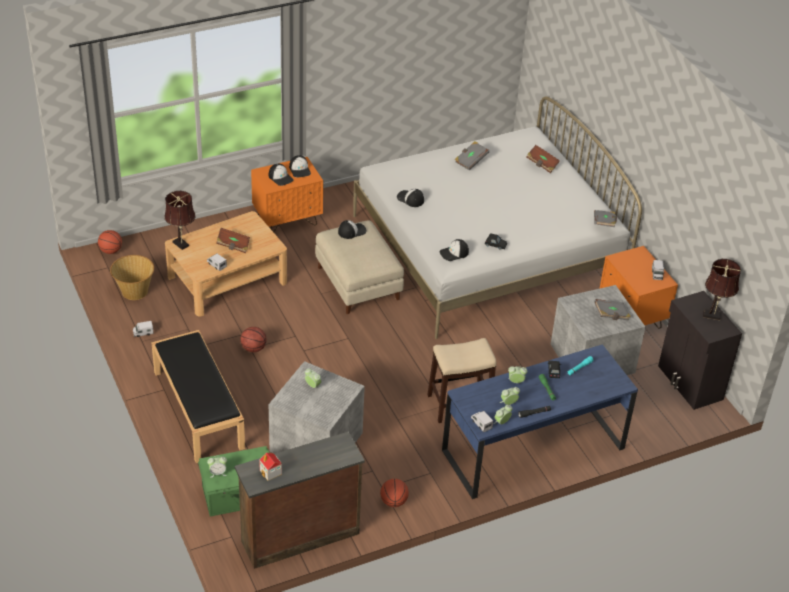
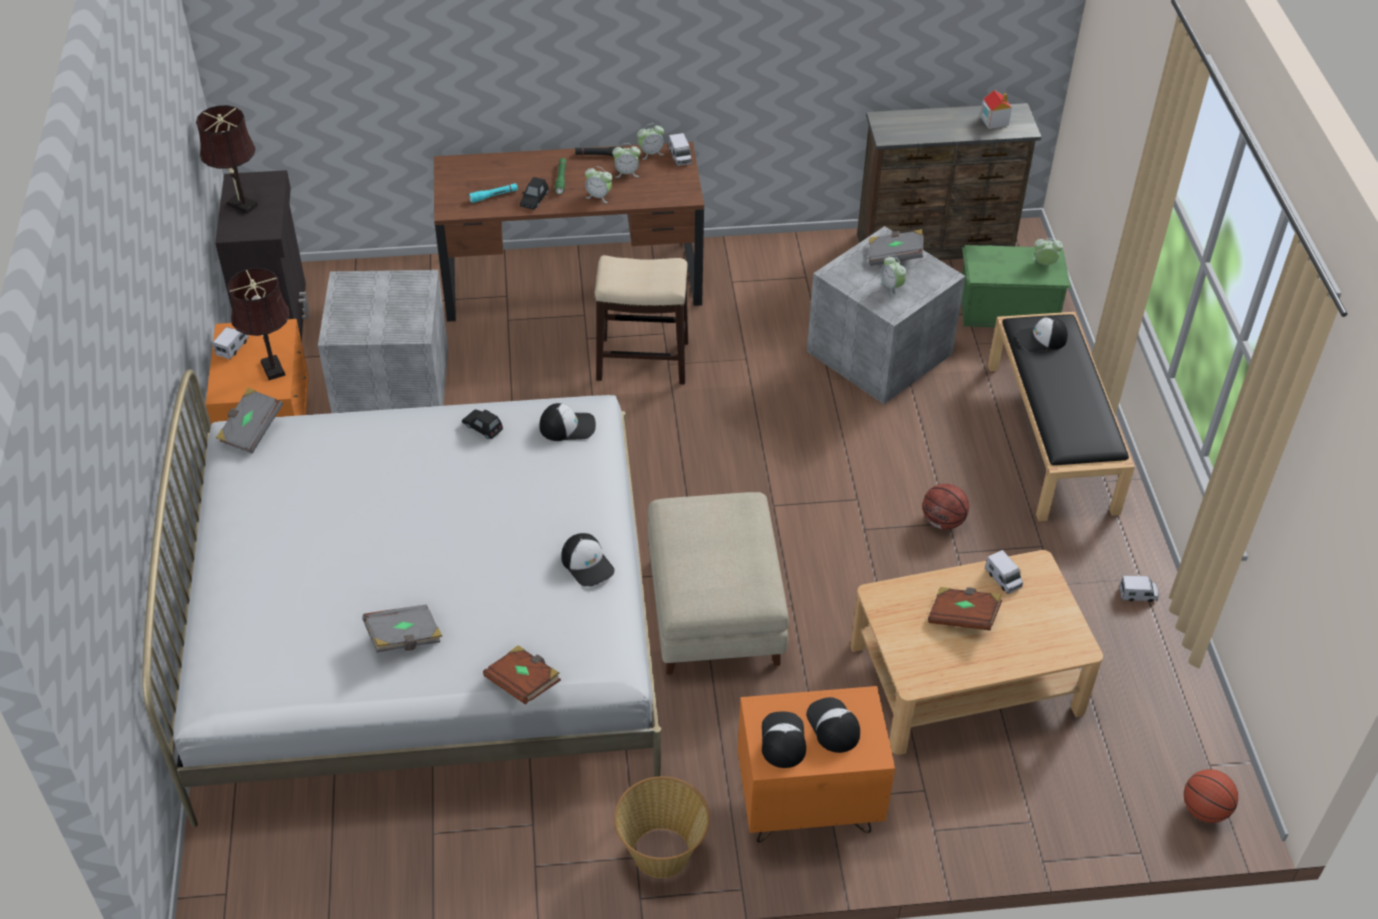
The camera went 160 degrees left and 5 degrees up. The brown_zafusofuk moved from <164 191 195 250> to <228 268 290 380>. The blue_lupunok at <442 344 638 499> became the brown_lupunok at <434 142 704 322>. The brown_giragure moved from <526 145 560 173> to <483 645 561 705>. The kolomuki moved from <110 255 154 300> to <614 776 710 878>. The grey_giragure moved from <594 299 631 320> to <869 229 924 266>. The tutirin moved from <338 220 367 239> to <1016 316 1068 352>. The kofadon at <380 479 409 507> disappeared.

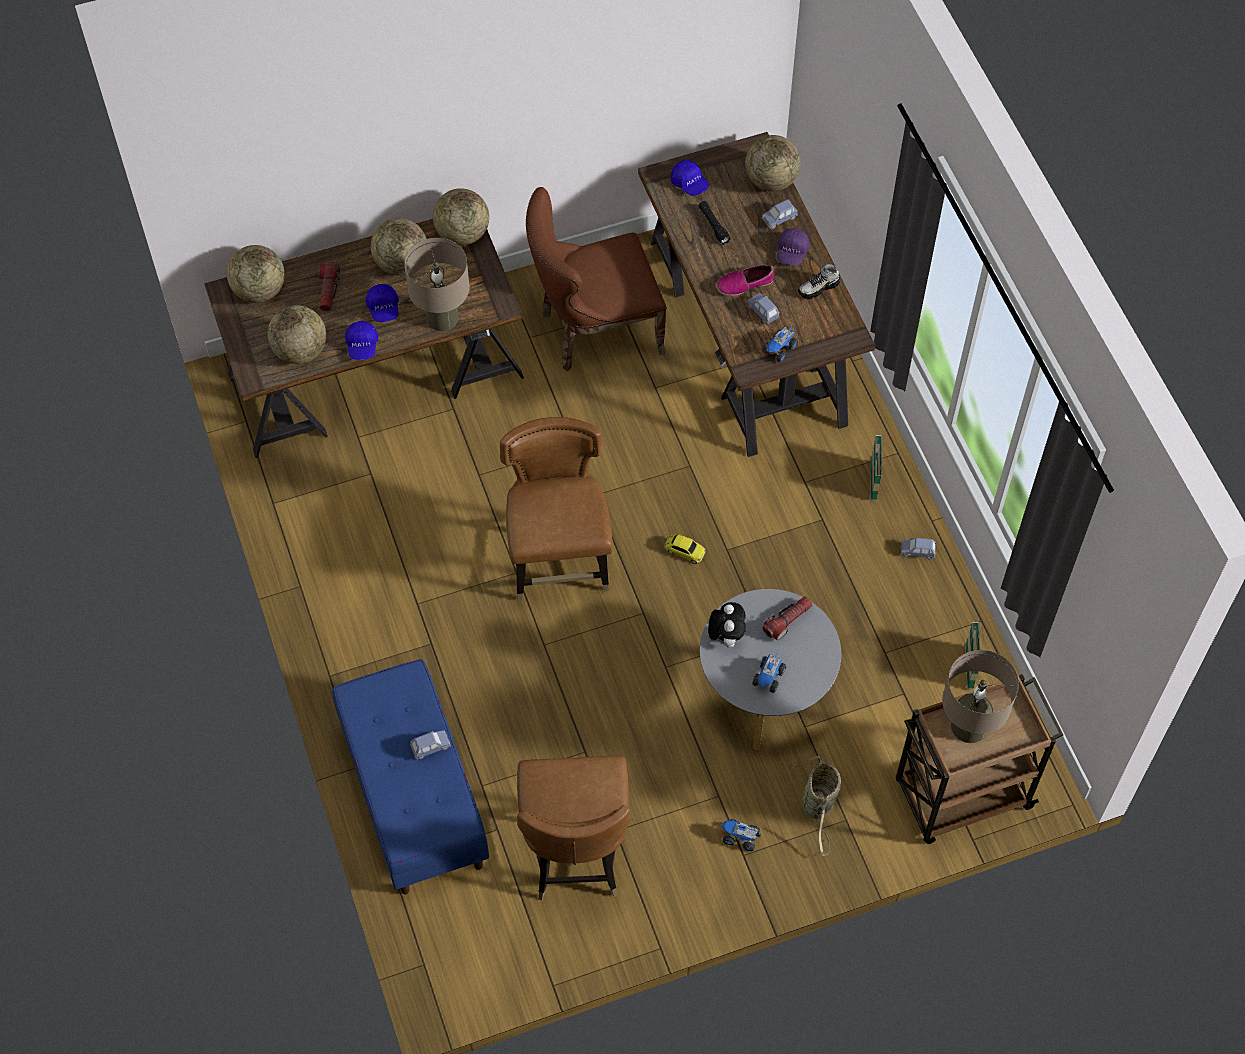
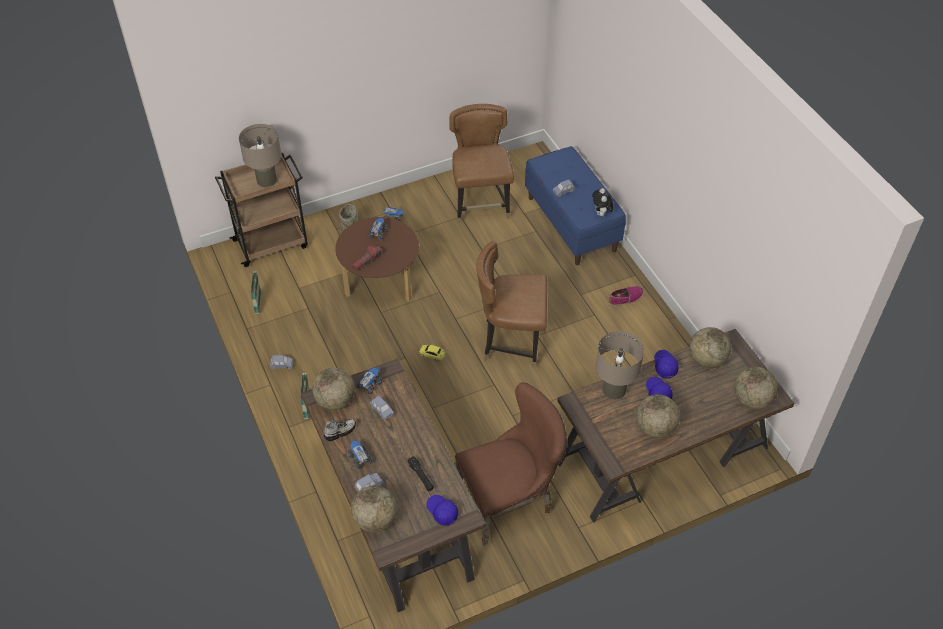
The camera went 175 degrees right and 10 degrees down. The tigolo moved from <433 188 489 246> to <312 368 355 410>. The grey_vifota at <700 589 841 750> became the brown_vifota at <335 217 419 301>. The purple_tutirin at <777 228 810 265> was replaced by the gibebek at <347 440 372 469>. The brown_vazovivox at <500 417 613 601> turned 105 degrees clockwise. The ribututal moved from <708 602 746 648> to <592 188 613 216>. The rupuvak moved from <716 265 774 296> to <609 286 643 306>. The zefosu at <319 261 340 311> disappeared.

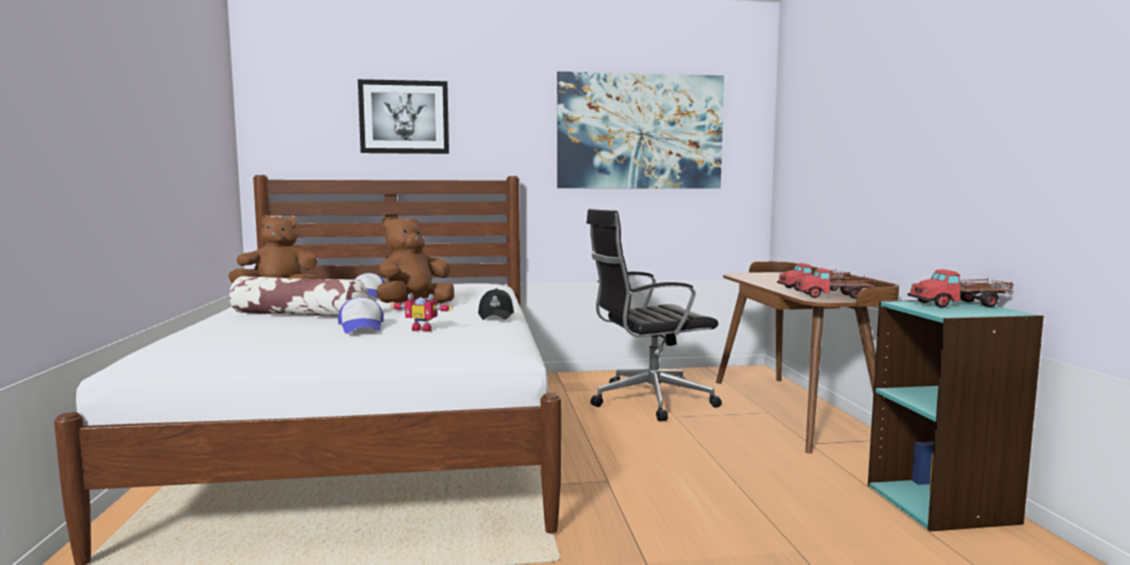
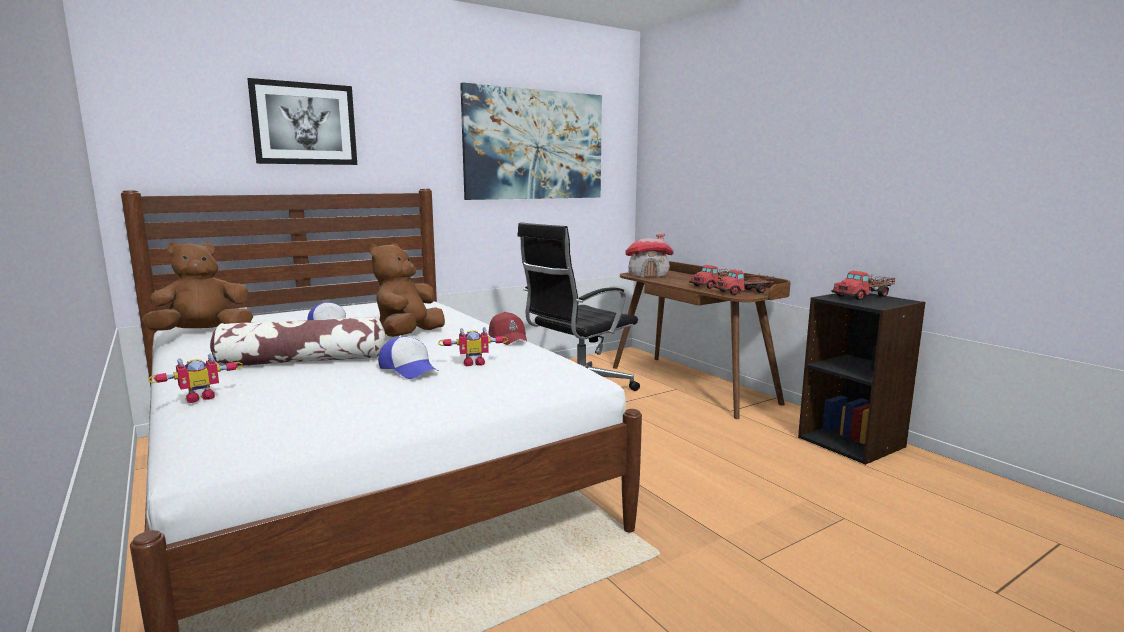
The camera went 25 degrees left and 5 degrees up. The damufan at <148 353 243 403> appeared. The black_tutirin at <478 289 514 320> became the red_tutirin at <488 312 527 345>. The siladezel at <626 234 673 277> appeared. The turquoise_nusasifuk at <868 299 1044 532> became the black_nusasifuk at <798 293 926 465>.

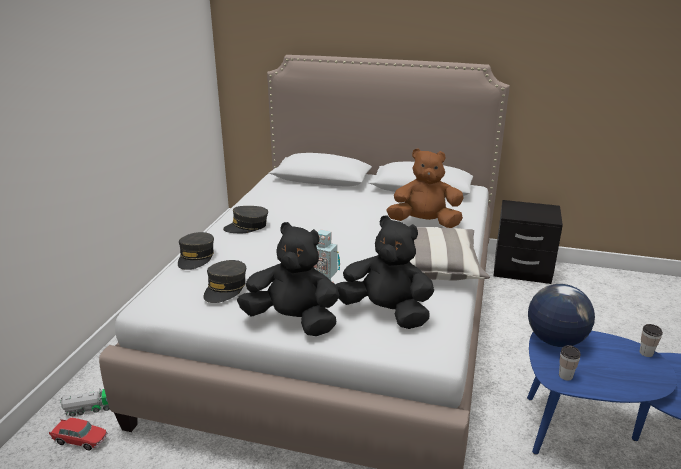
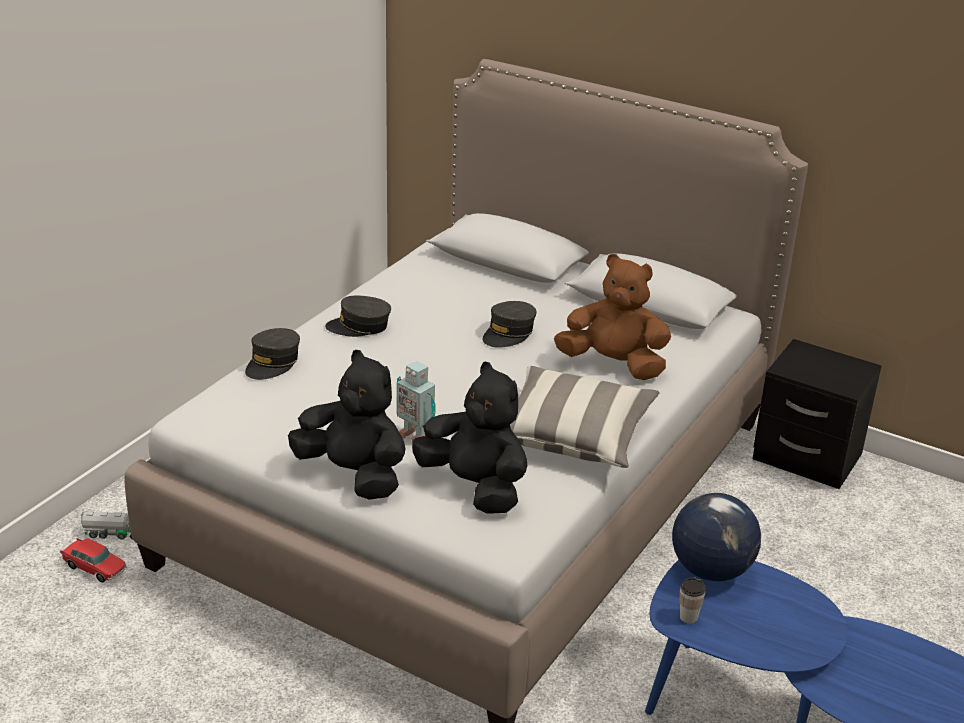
The camera went 15 degrees right and 5 degrees up. The grey_tutirin moved from <204 260 246 303> to <483 301 536 348>. The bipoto at <639 324 663 357> disappeared.

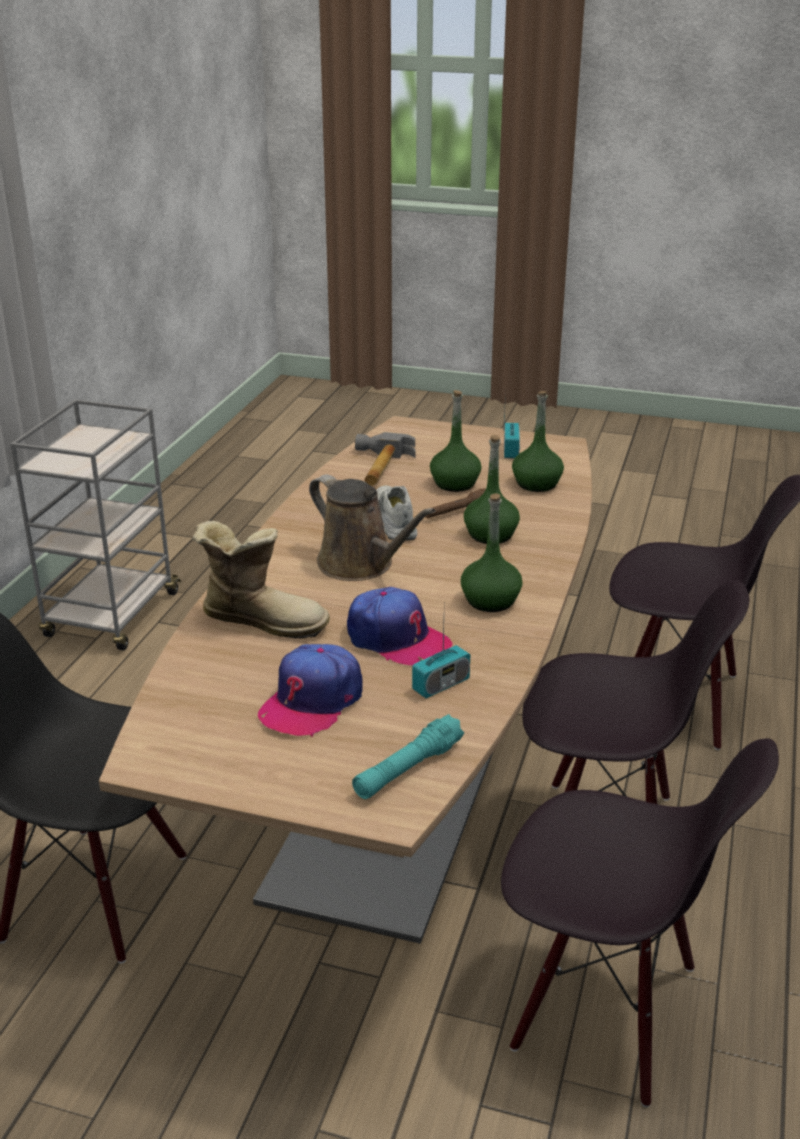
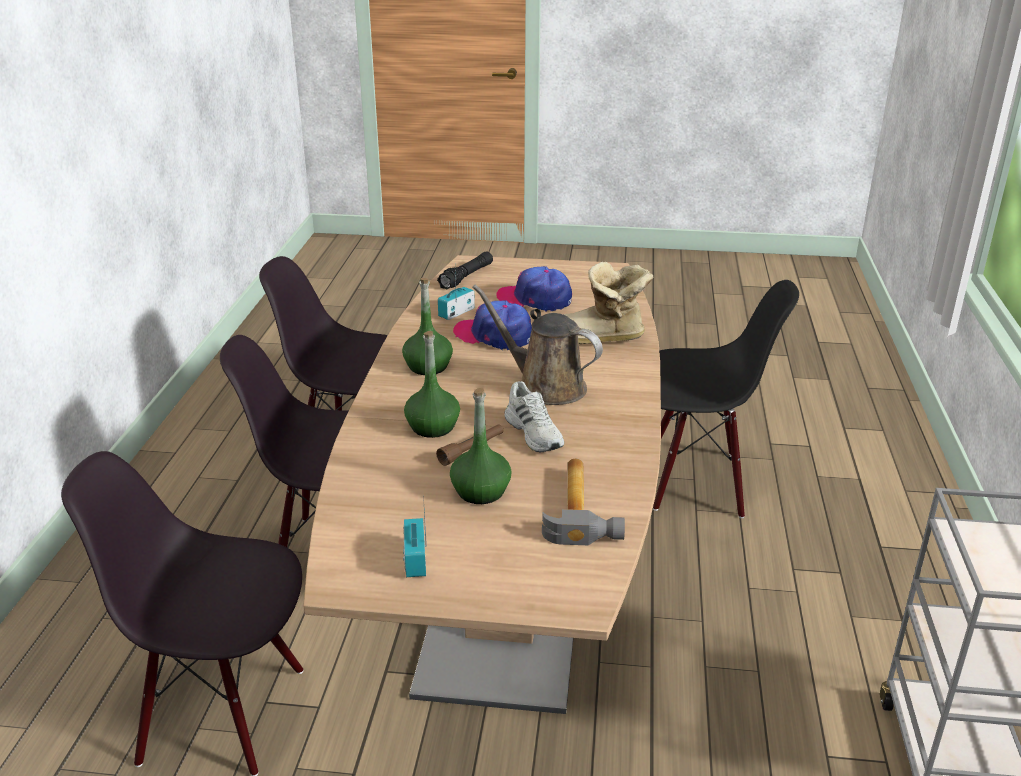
The camera went 170 degrees right and 0 degrees up. The turquoise_zefosu at <352 714 464 799> became the black_zefosu at <437 252 493 289>. The tutirin at <258 644 363 737> turned 90 degrees counterclockwise. The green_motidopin at <512 391 564 492> disappeared.

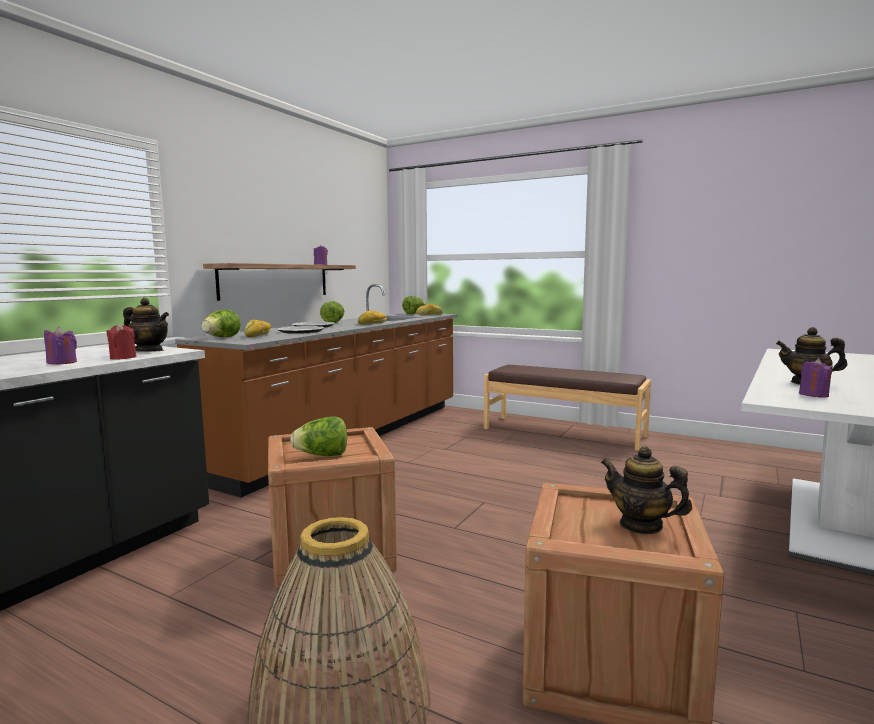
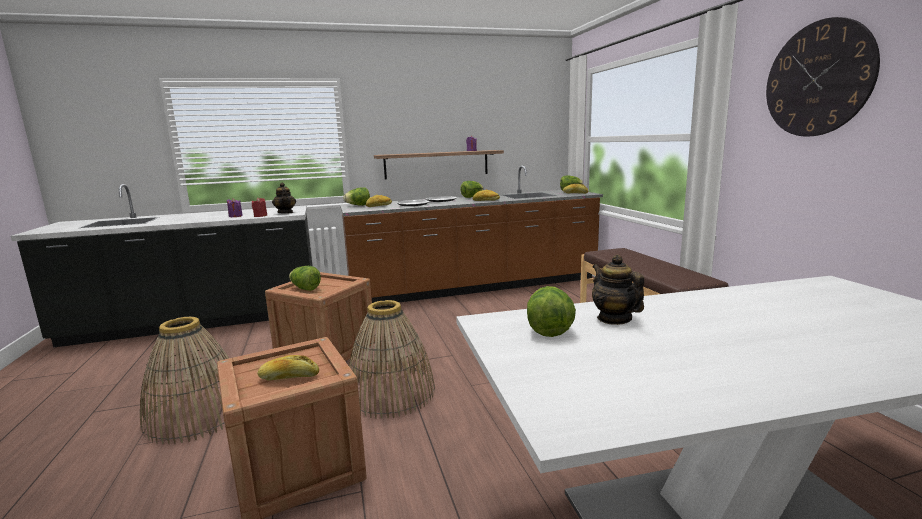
The camera went 45 degrees right and 5 degrees up. The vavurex at <601 446 692 534> was replaced by the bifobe at <258 355 319 380>. The kolomuki at <349 300 435 419> appeared. The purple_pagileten at <799 359 833 398> was replaced by the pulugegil at <527 286 576 337>. The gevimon at <766 17 880 137> appeared.

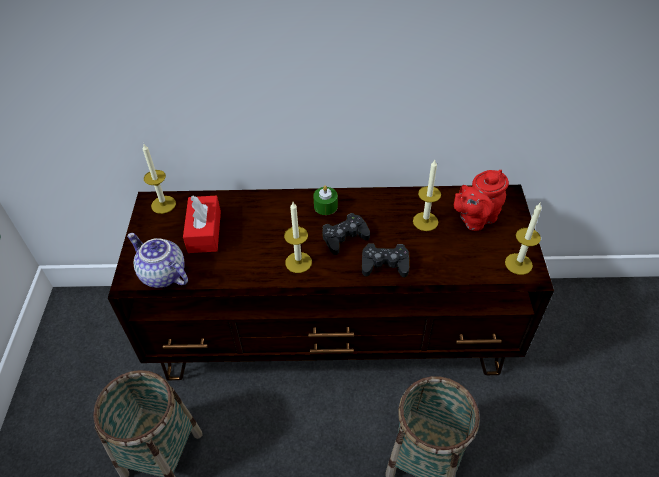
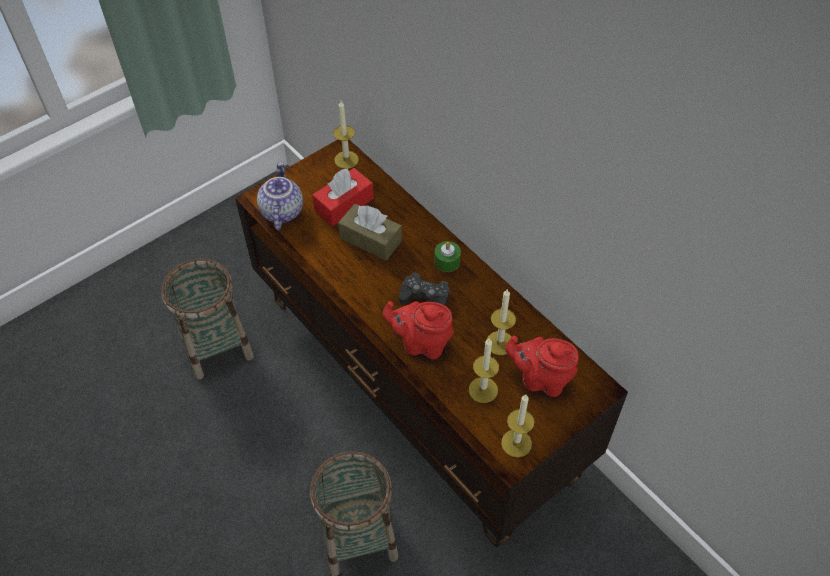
The camera went 50 degrees right and 5 degrees up. The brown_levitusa at <338 204 402 260> appeared. The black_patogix at <362 243 409 277> was replaced by the red_vavurex at <383 301 454 359>. The pagileten moved from <284 202 312 273> to <469 338 499 403>.

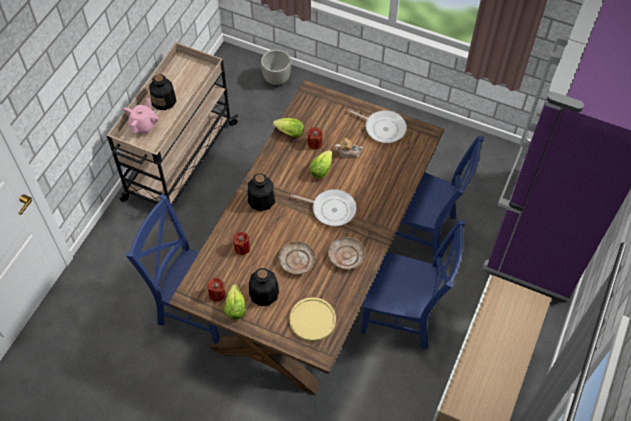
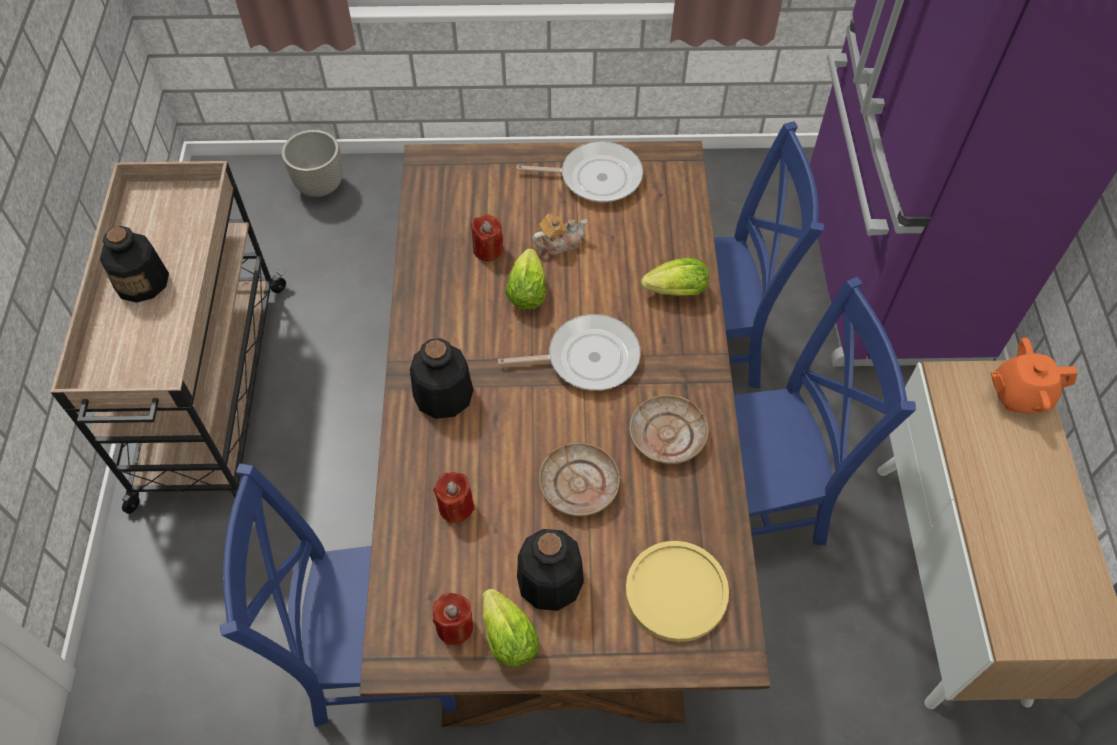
The camera went 25 degrees left and 0 degrees up. The pulugegil moved from <273 118 304 137> to <641 258 709 296>. The orange_vavurex at <991 337 1078 413> appeared. The pink_vavurex at <123 98 158 134> disappeared.

